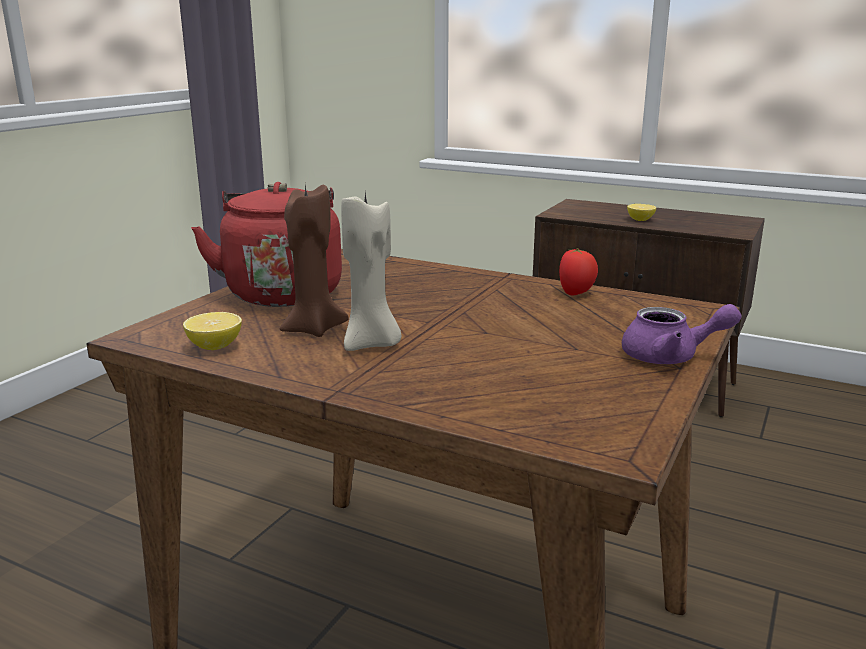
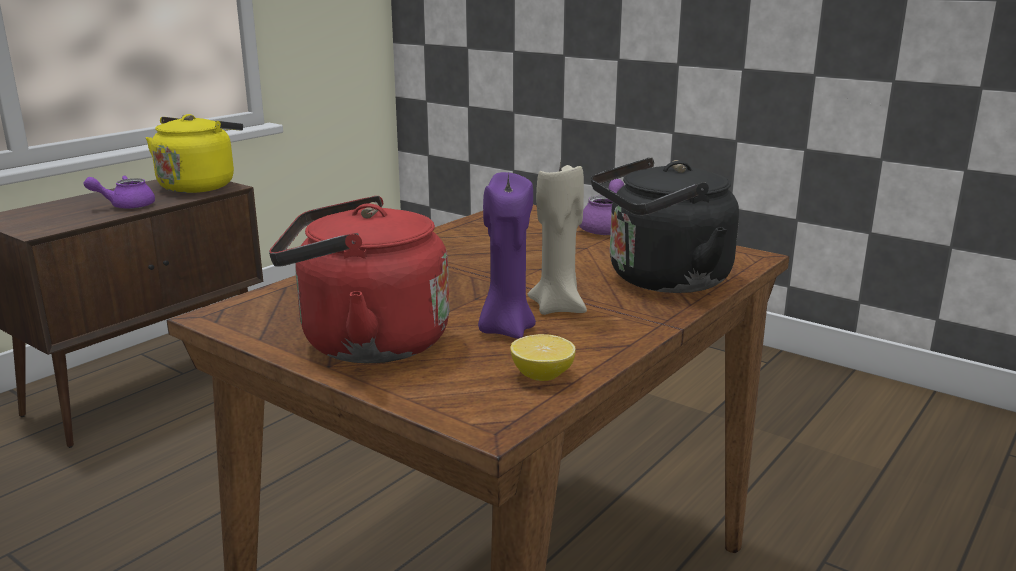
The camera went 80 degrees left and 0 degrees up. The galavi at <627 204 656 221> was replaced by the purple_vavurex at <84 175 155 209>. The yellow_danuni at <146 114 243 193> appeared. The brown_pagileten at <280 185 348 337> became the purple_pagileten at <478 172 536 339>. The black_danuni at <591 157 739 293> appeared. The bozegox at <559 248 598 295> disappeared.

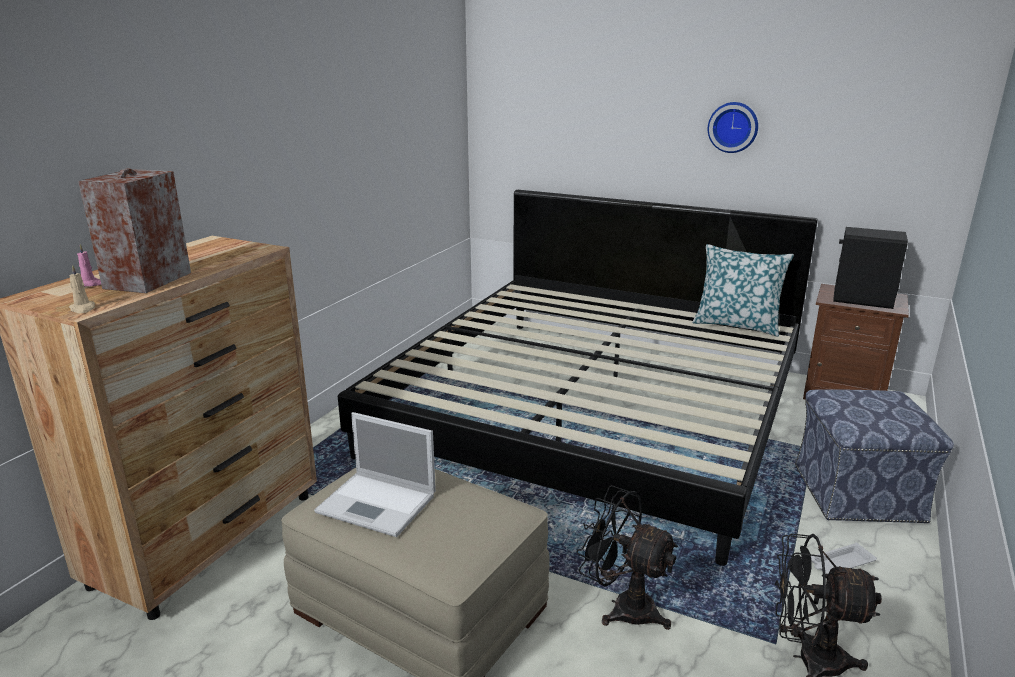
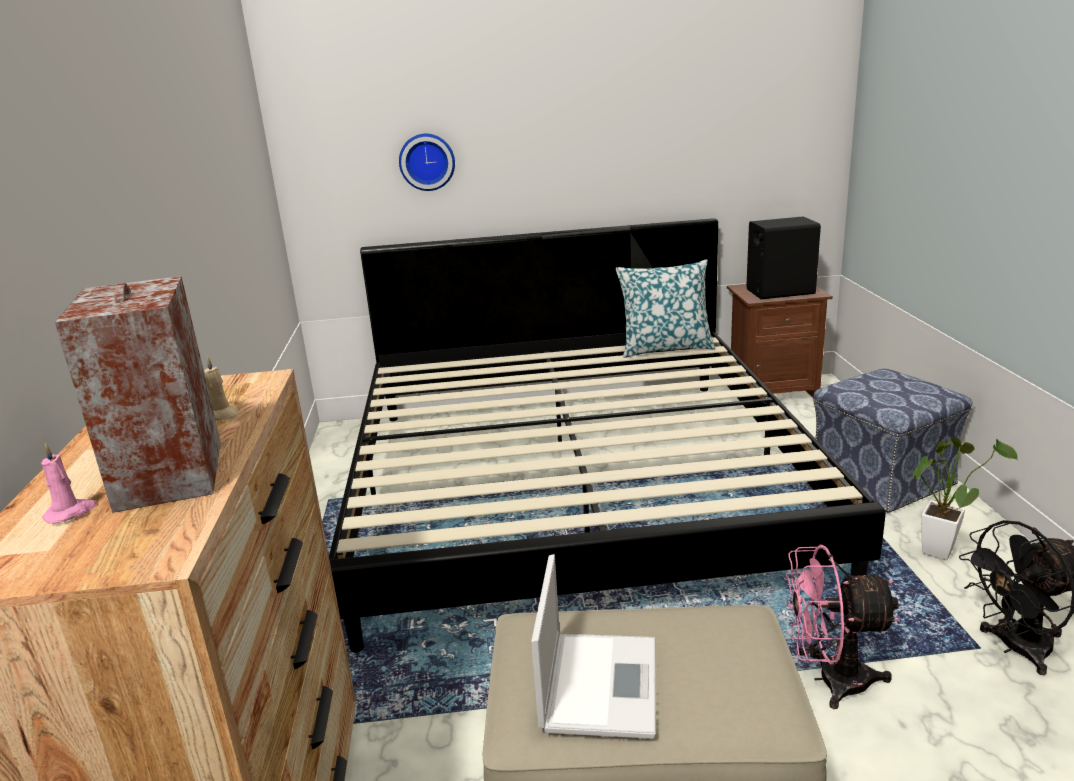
The camera went 30 degrees left and 0 degrees up. The beige_pagileten moved from <69 265 95 313> to <204 357 238 420>. The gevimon moved from <708 102 758 153> to <399 134 455 191>. The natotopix at <314 412 436 537> turned 75 degrees counterclockwise. The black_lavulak at <576 485 678 630> became the pink_lavulak at <785 545 899 709>. The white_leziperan at <811 543 877 574> was replaced by the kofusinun at <911 437 1018 560>.

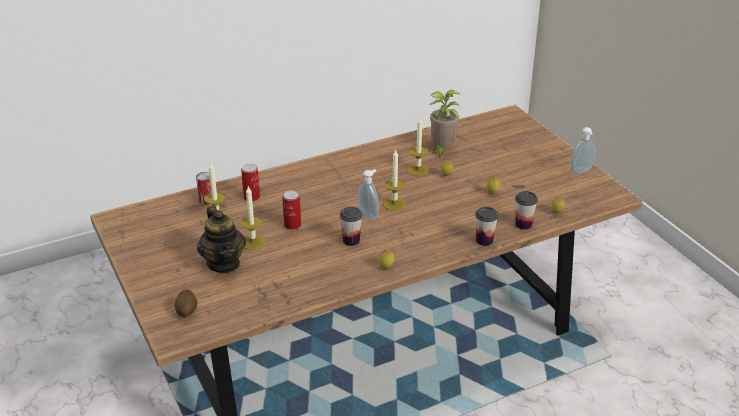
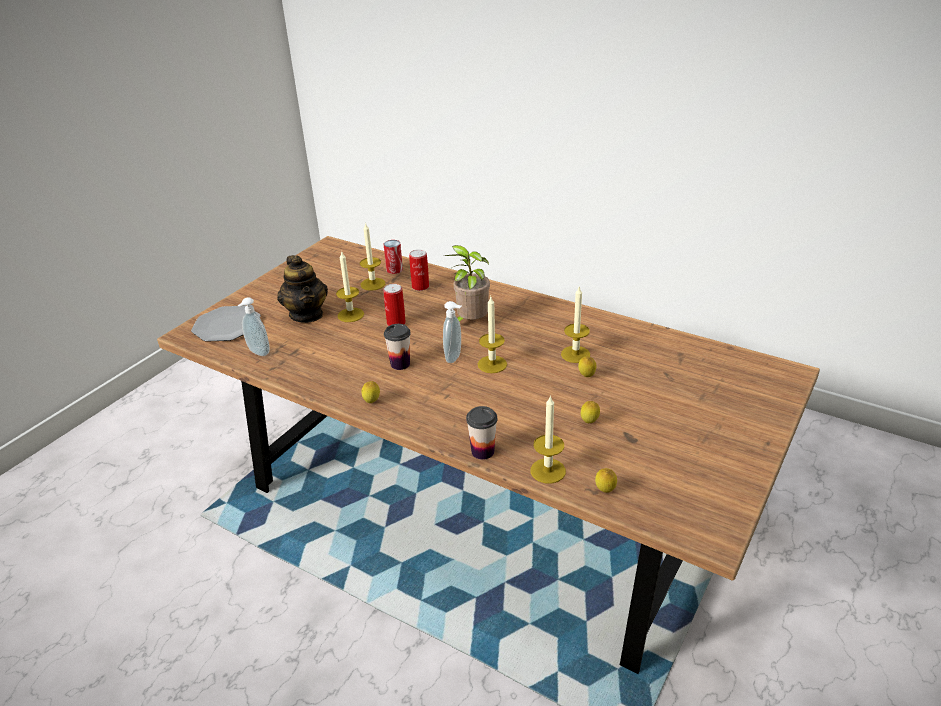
The camera went 60 degrees right and 0 degrees up. The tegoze at <175 290 198 317> was replaced by the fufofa at <191 306 261 342>. The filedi moved from <570 127 595 174> to <238 297 270 356>. The vavurex at <197 206 246 273> turned 60 degrees counterclockwise. The kofusinun moved from <429 90 460 157> to <445 245 490 322>. The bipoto at <515 191 538 230> was replaced by the pagileten at <530 395 566 484>.

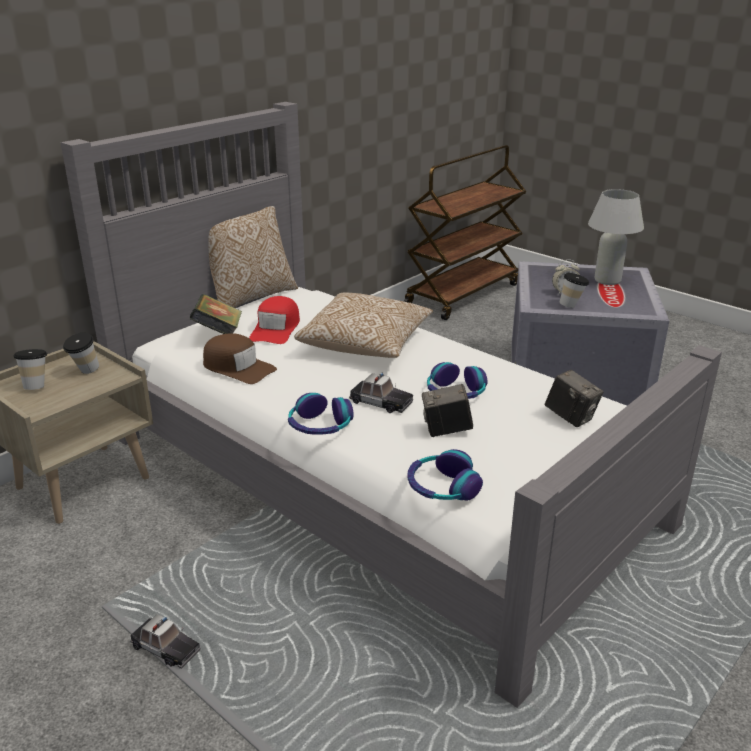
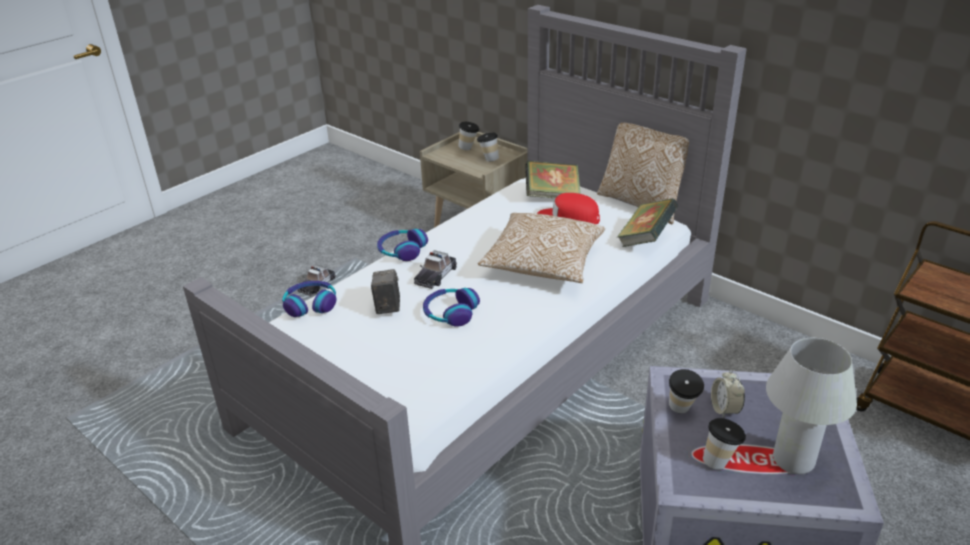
The camera went 90 degrees right and 5 degrees up. The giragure at <617 198 679 247> appeared. The bipoto at <703 418 746 470> appeared. The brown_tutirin at <203 333 277 384> disappeared. The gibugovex at <545 370 604 427> disappeared.

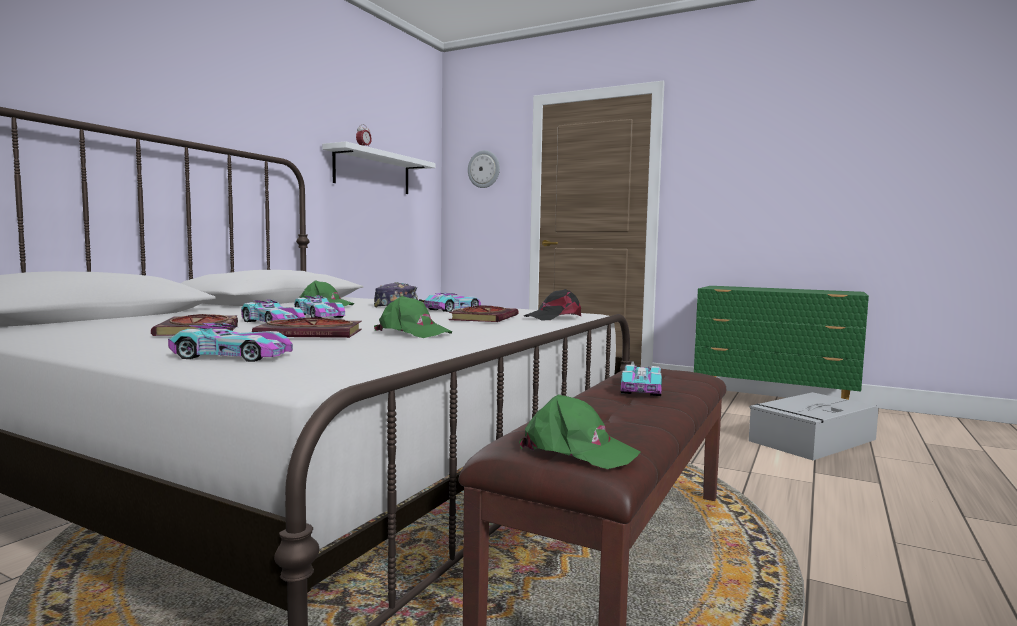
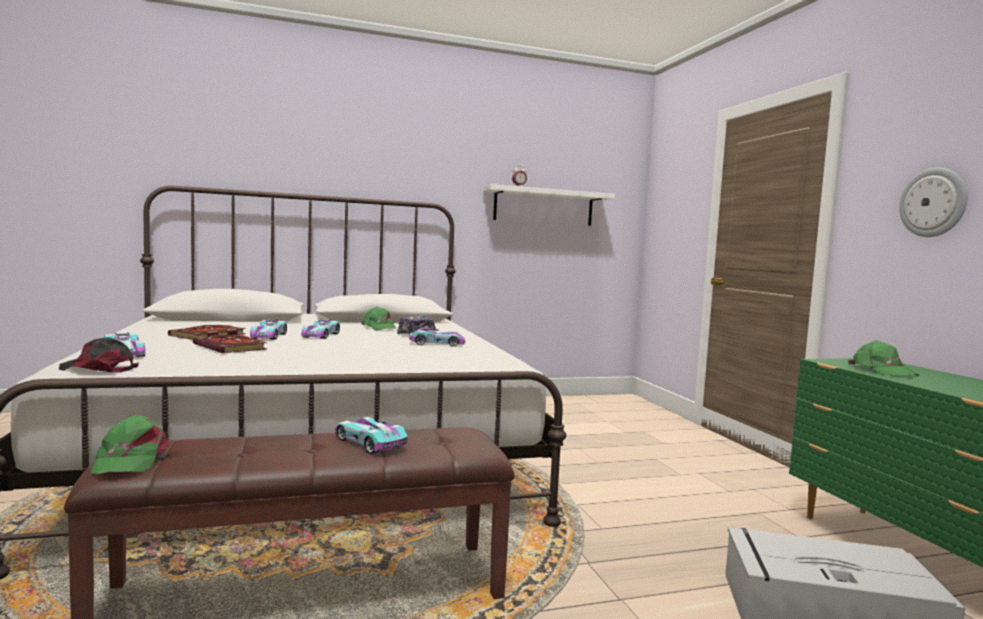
The camera went 45 degrees right and 0 degrees up. The black_tutirin moved from <524 289 581 321> to <59 337 139 372>. The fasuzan at <621 365 662 396> turned 105 degrees counterclockwise. The green_tutirin moved from <374 296 453 338> to <848 340 920 376>. The gevimon moved from <468 150 500 188> to <899 168 967 237>. The giragure at <449 305 519 322> disappeared.

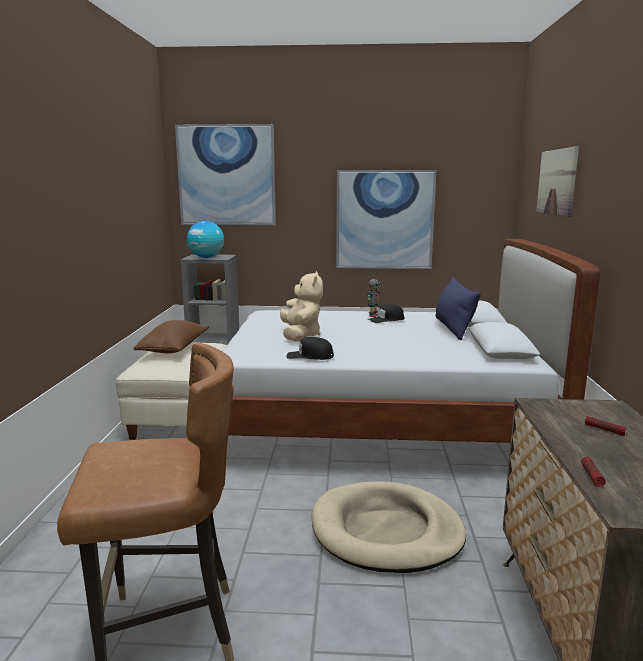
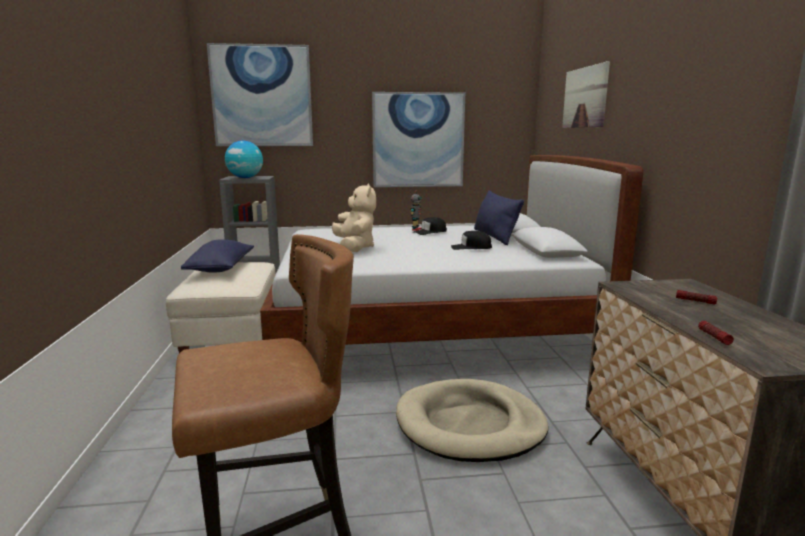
The camera went 10 degrees left and 0 degrees up. The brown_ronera at <134 320 209 353> became the blue_ronera at <181 239 254 272>. The black_tutirin moved from <286 337 334 360> to <451 231 492 250>.

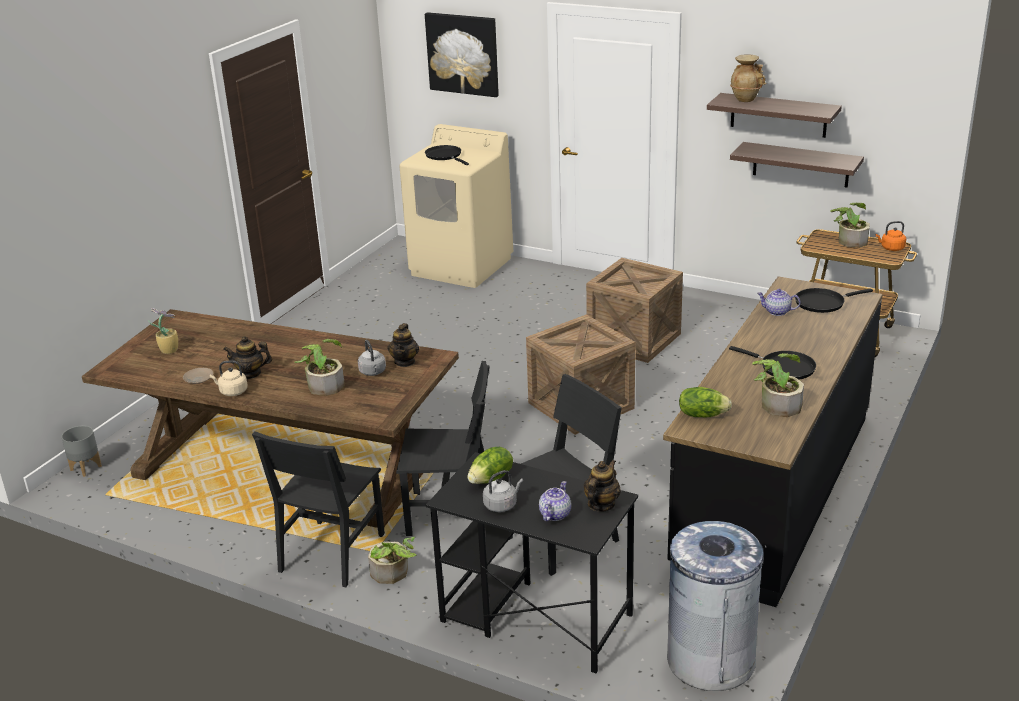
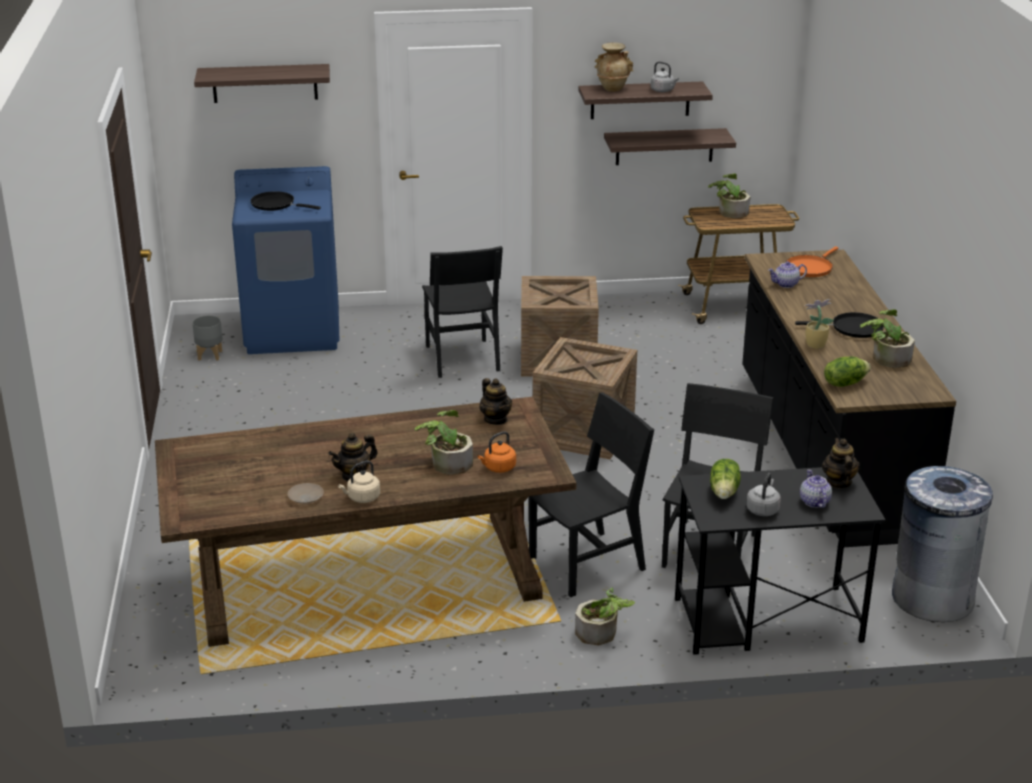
The camera went 35 degrees left and 0 degrees up. The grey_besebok moved from <62 425 102 477> to <192 315 223 361>. The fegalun at <425 12 499 97> was replaced by the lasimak at <194 64 330 103>. The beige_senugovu at <399 124 513 288> became the blue_senugovu at <232 166 339 354>. The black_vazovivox moved from <252 431 385 587> to <422 246 503 378>. The orange_danuni moved from <876 221 906 251> to <477 431 516 473>. The grey_danuni moved from <358 340 386 376> to <650 61 679 92>. The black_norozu at <795 288 873 313> became the orange_norozu at <786 246 839 277>. The kofusinun moved from <148 308 178 354> to <804 299 834 349>.

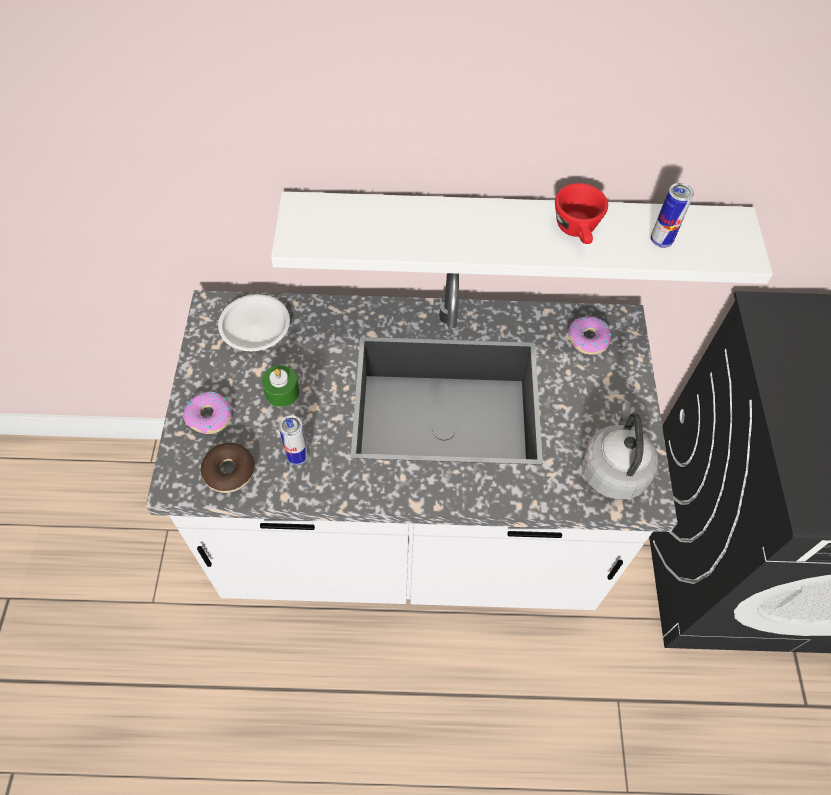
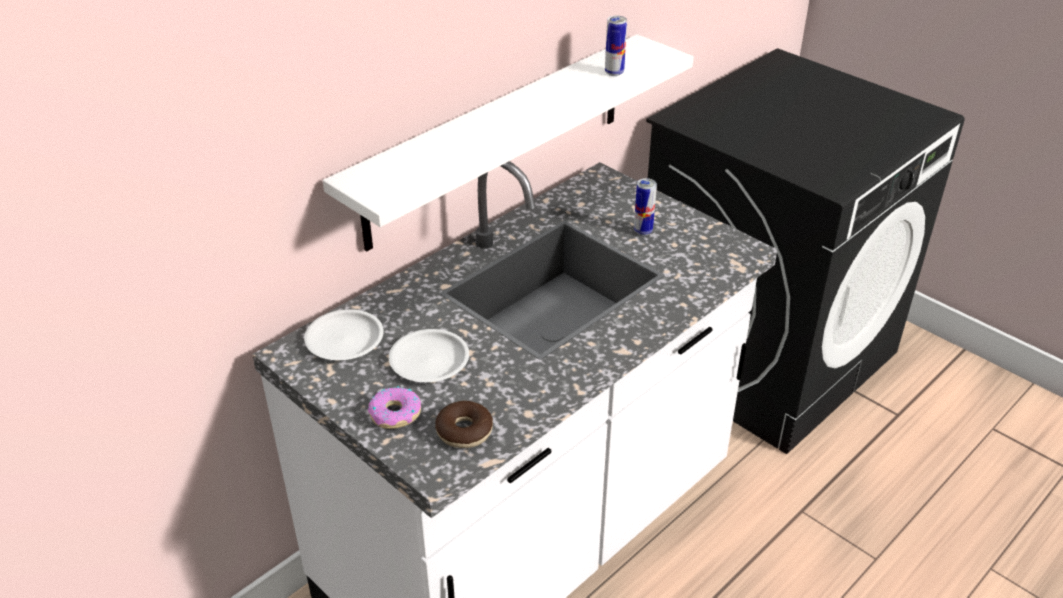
The camera went 45 degrees left and 20 degrees down. The green_pagileten at <262 365 299 407> was replaced by the white_fufofa at <389 329 469 382>. The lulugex moved from <279 415 309 465> to <634 178 657 235>. The red_bipoto at <555 183 608 244> disappeared. The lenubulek at <568 316 611 355> disappeared. The grey_danuni at <581 402 658 500> disappeared.

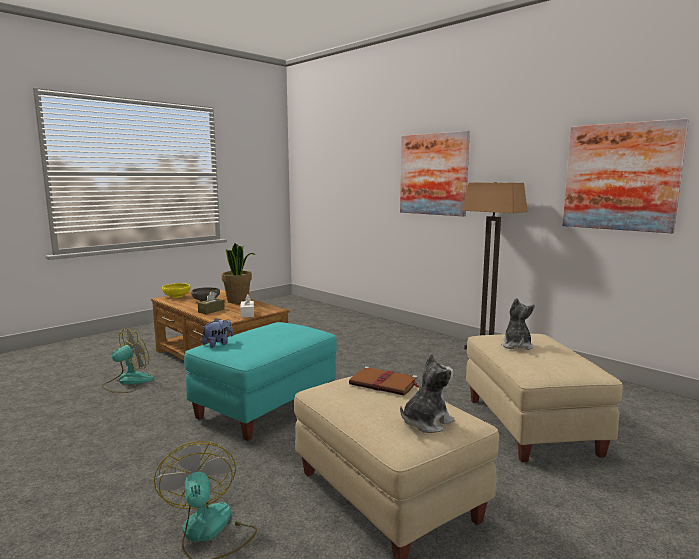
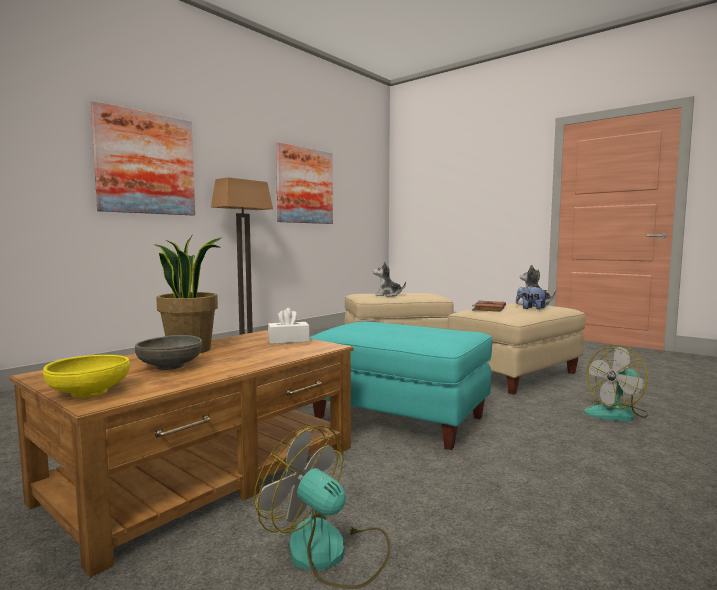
The camera went 95 degrees left and 5 degrees down. The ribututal moved from <201 318 233 348> to <516 285 548 310>. The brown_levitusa at <198 292 225 314> disappeared.

